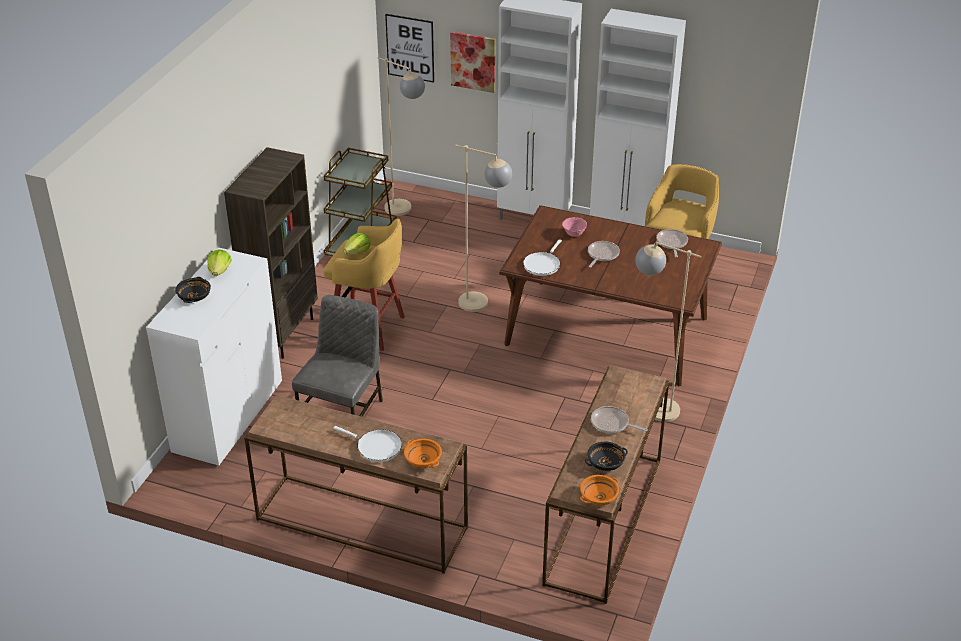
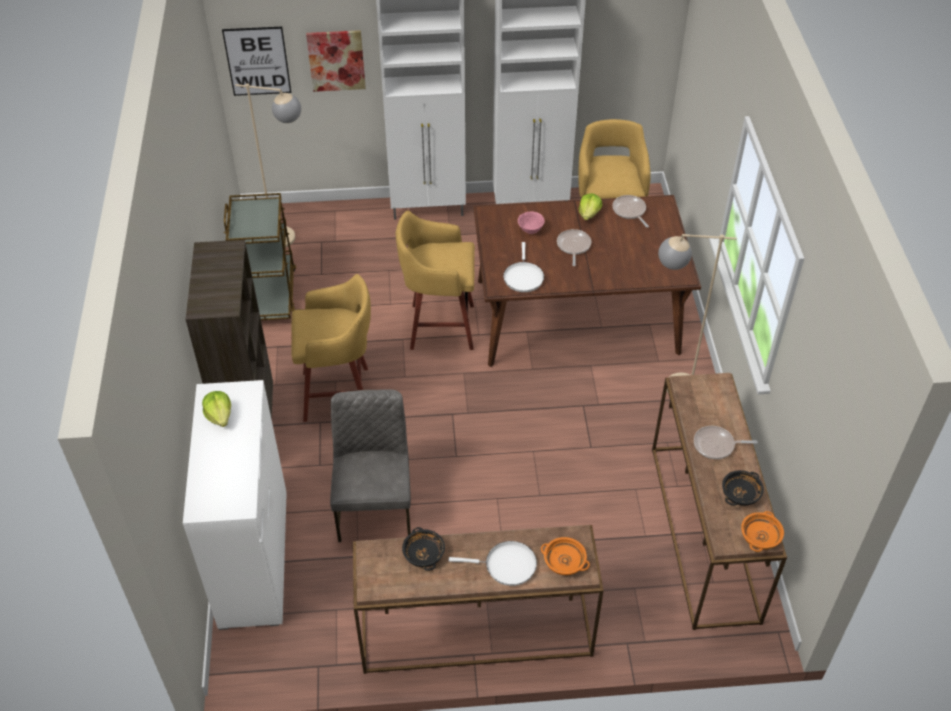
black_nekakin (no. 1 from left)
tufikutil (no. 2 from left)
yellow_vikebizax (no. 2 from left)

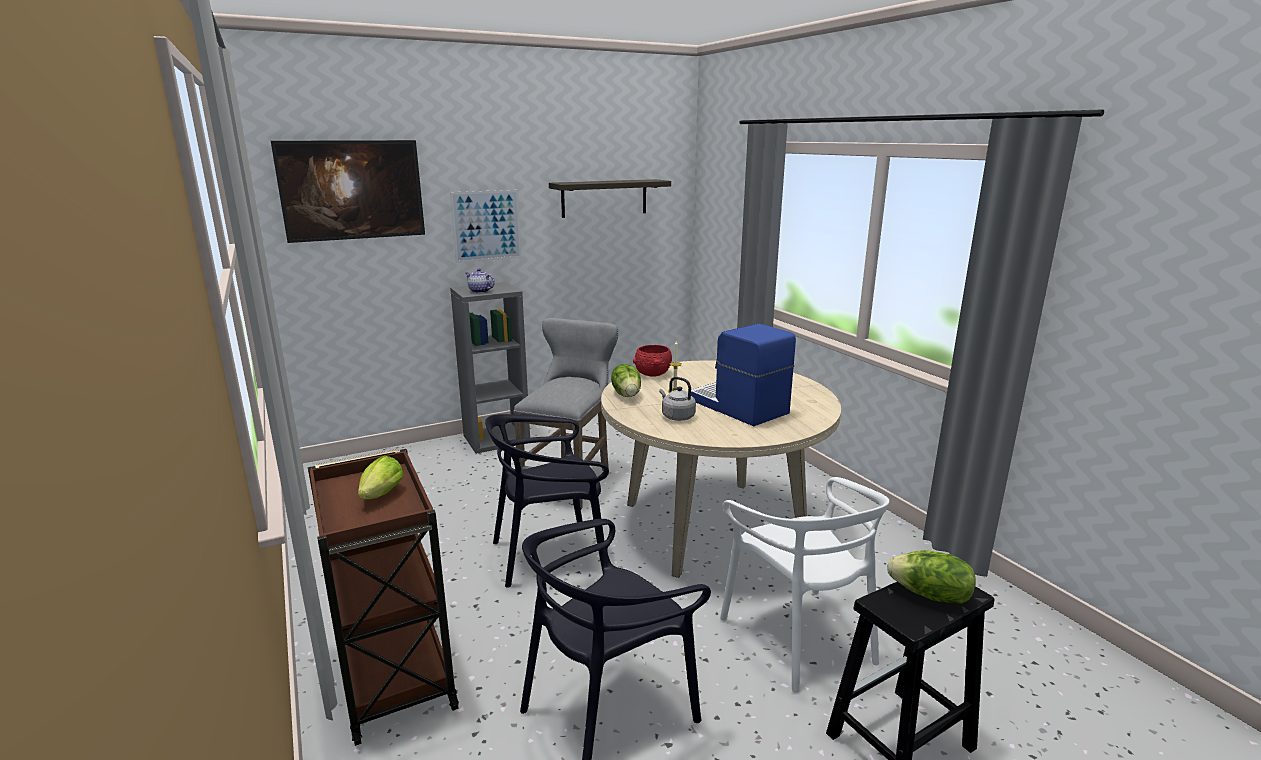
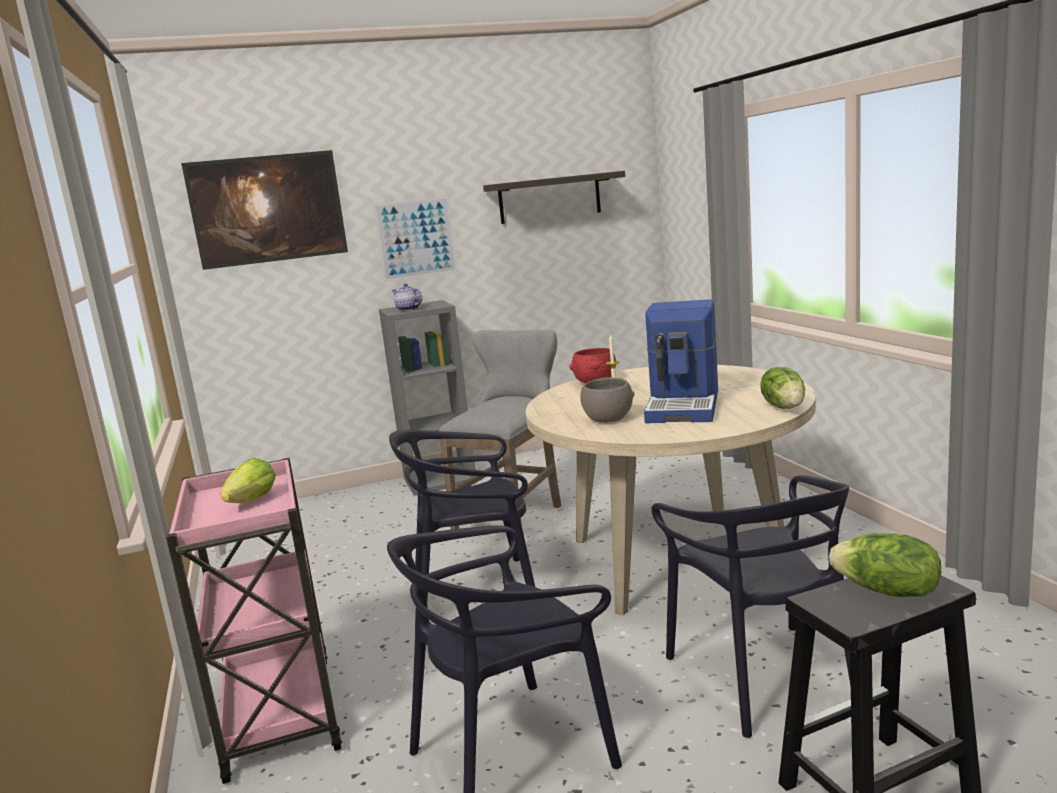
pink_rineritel
tufikutil (no. 2 from left)
grey_nekakin
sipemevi
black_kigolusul (no. 3 from left)

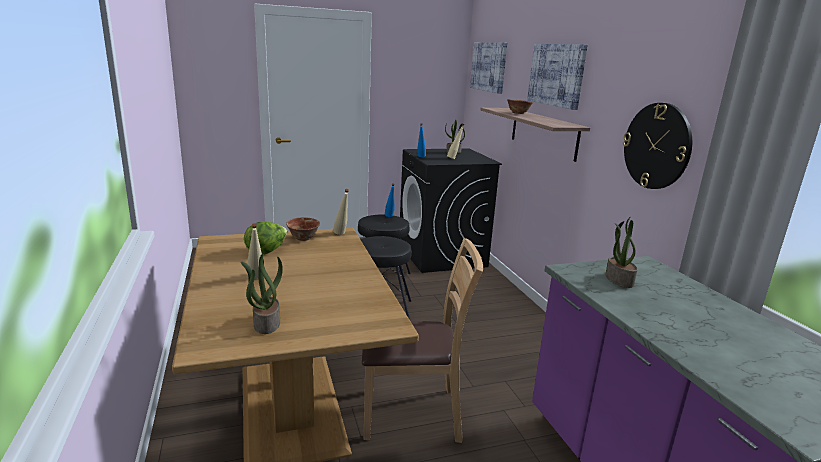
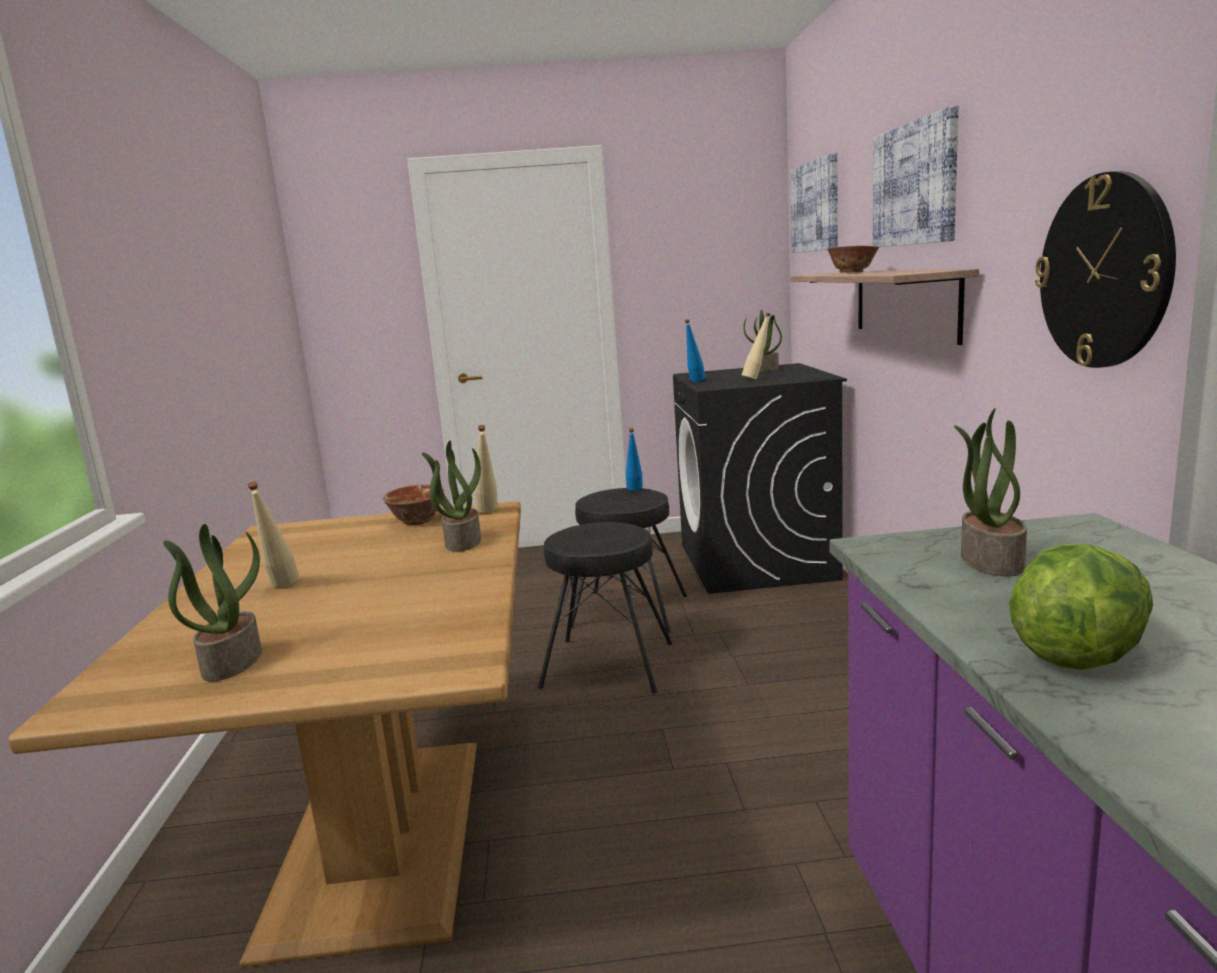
tufikutil
brown_kigolusul
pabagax (no. 2 from left)

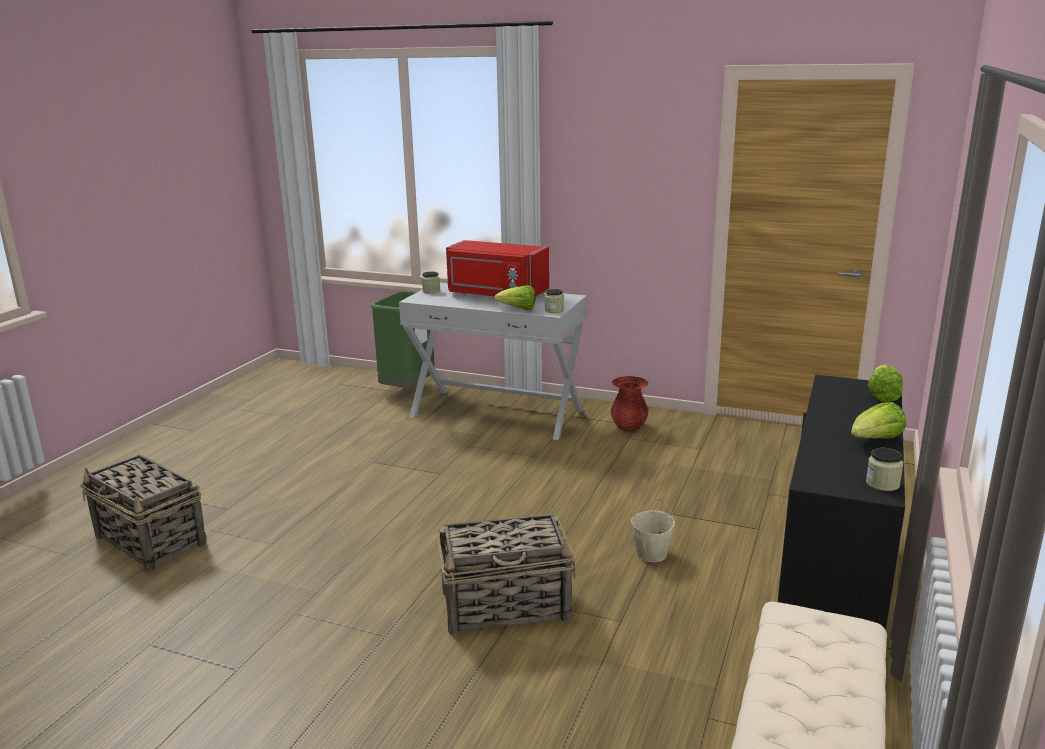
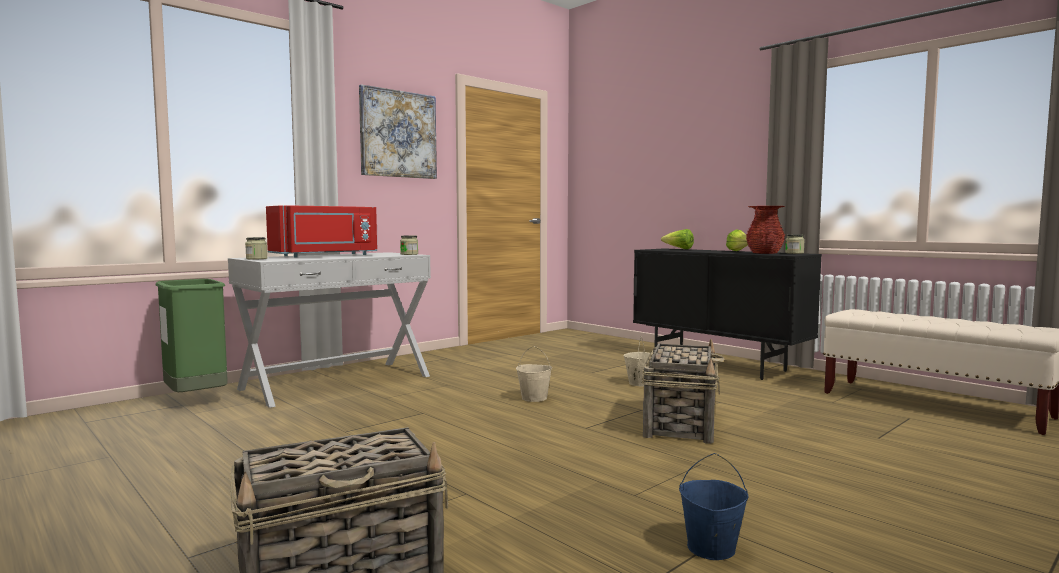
tufikutil (no. 1 from left in the first image)
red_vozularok
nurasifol
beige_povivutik (no. 1 from left)
blue_povivutik

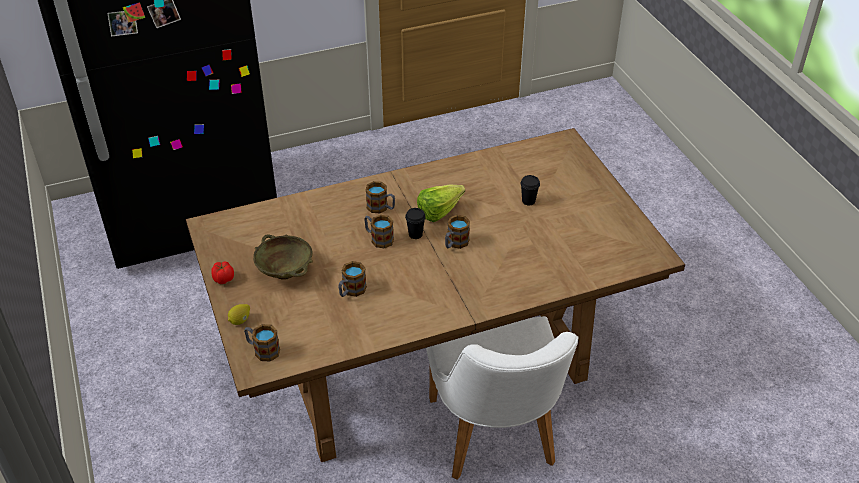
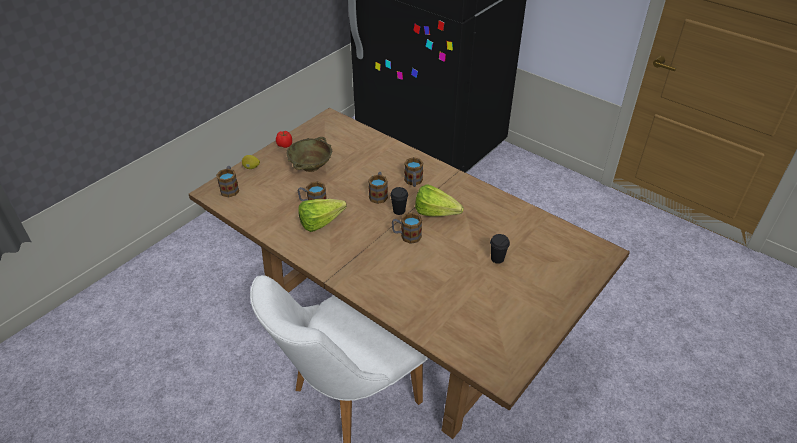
tufikutil (no. 1 from left)

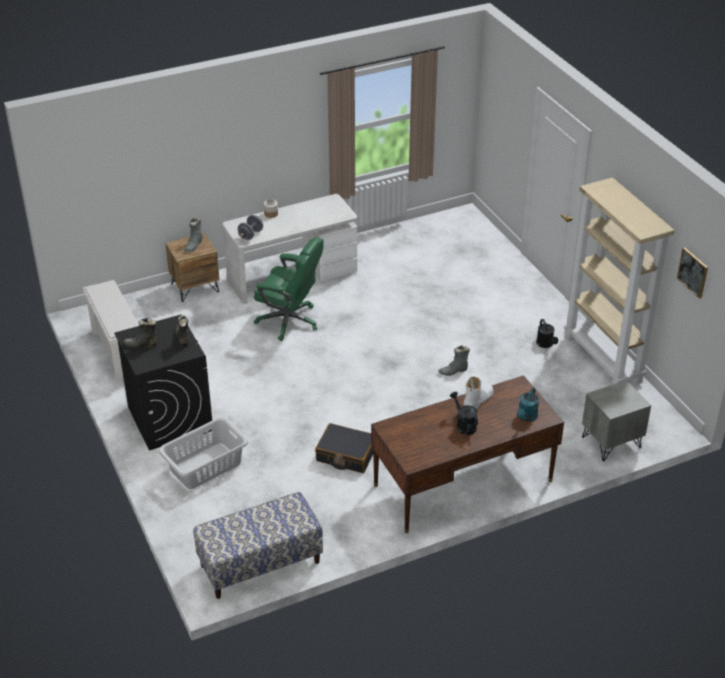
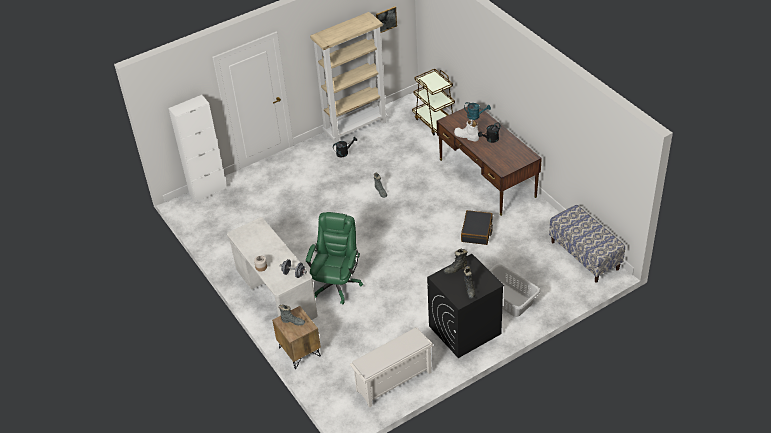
brown_rineritel
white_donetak

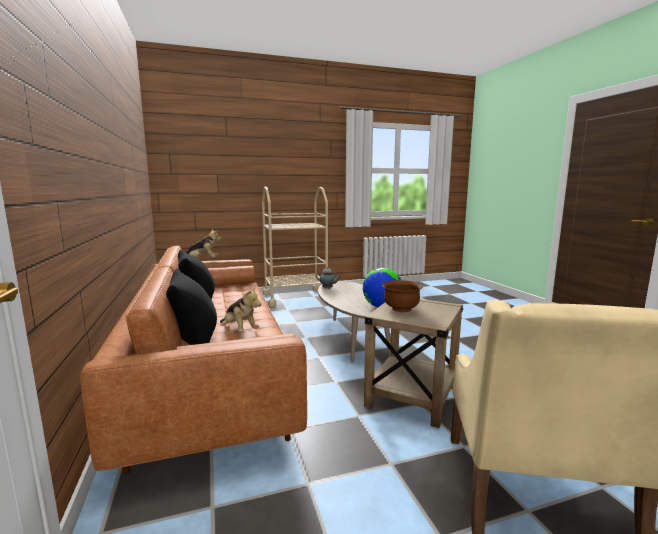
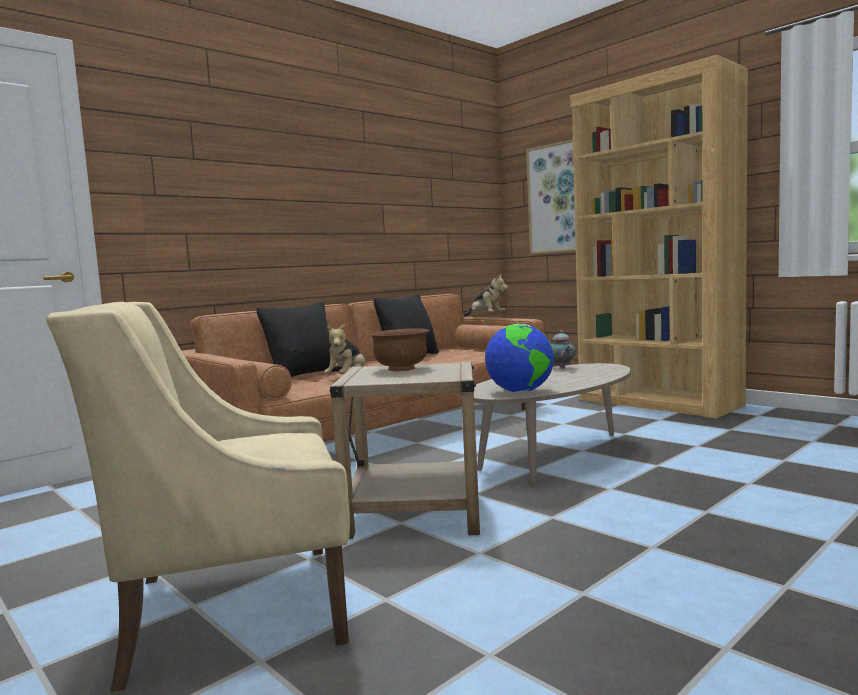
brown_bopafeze
nurasifol

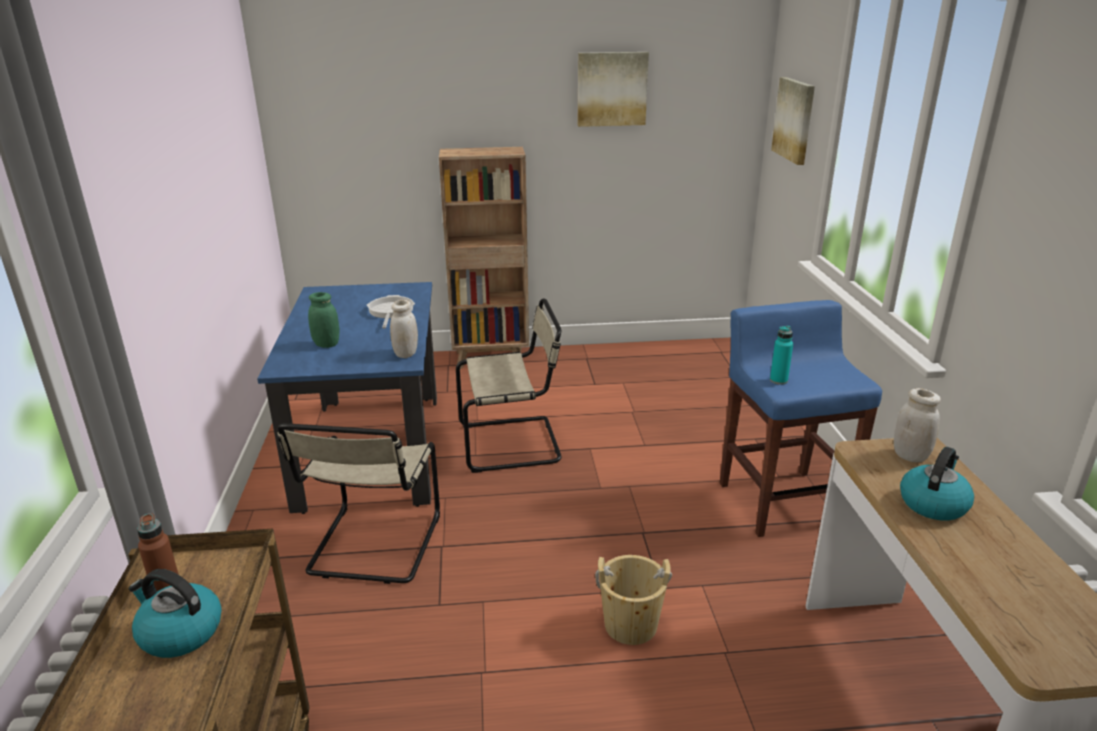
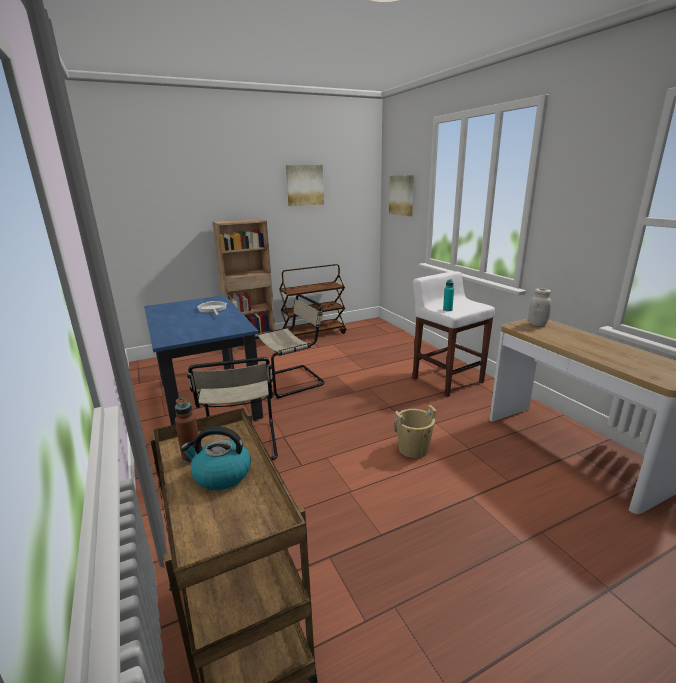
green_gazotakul
white_gazotakul (no. 1 from left in the first image)
white_vikebizax
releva (no. 2 from left in the first image)
brown_rineritel (no. 2 from left)

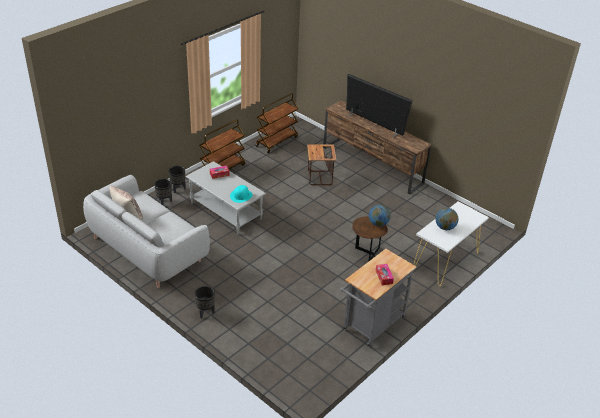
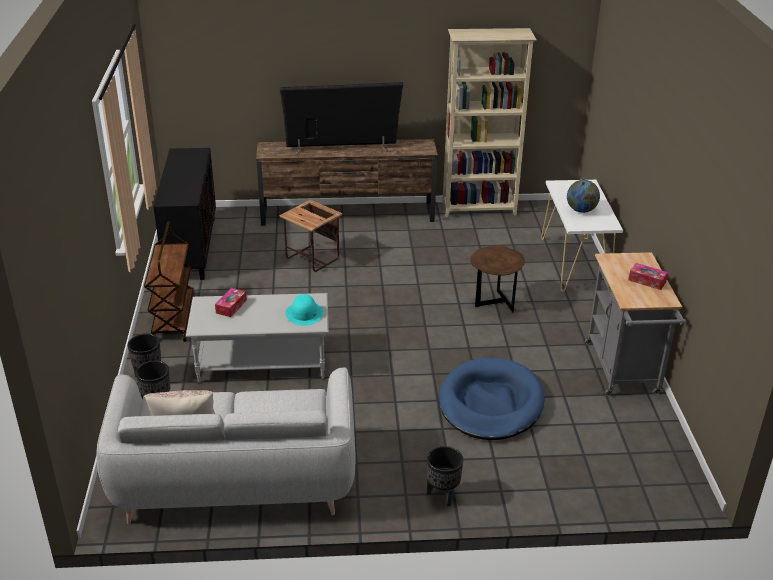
black_donetak
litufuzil (no. 1 from left in the first image)
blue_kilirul
beige_bopafeze

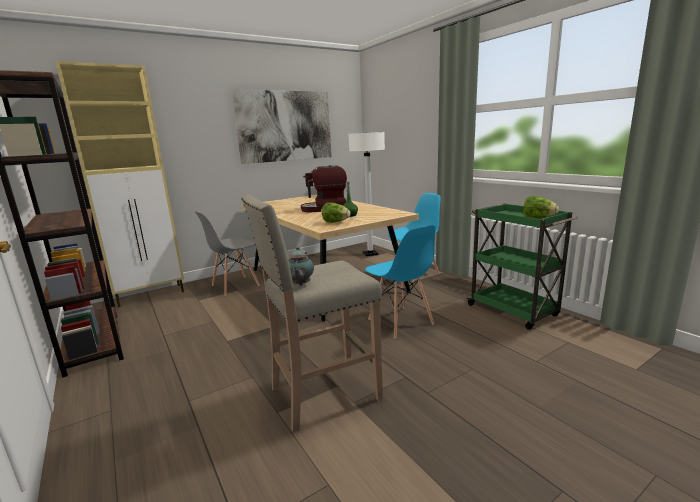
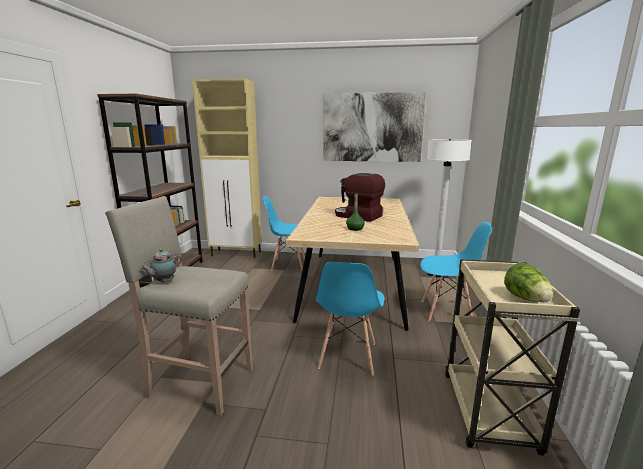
blue_kigolusul (no. 1 from left)
tufikutil (no. 1 from left in the first image)
beige_rineritel

